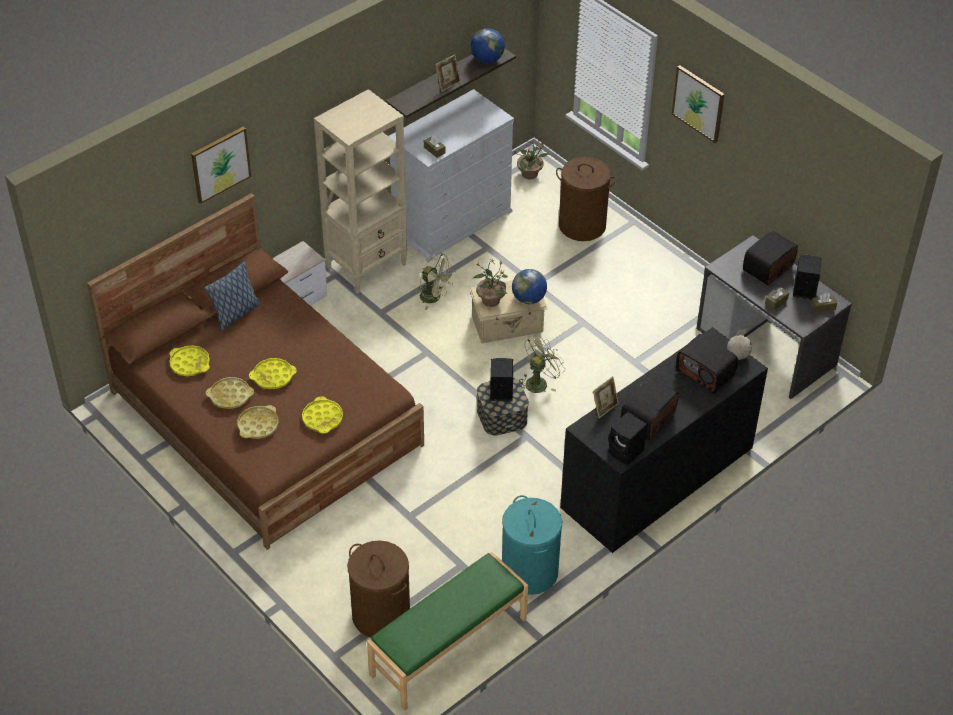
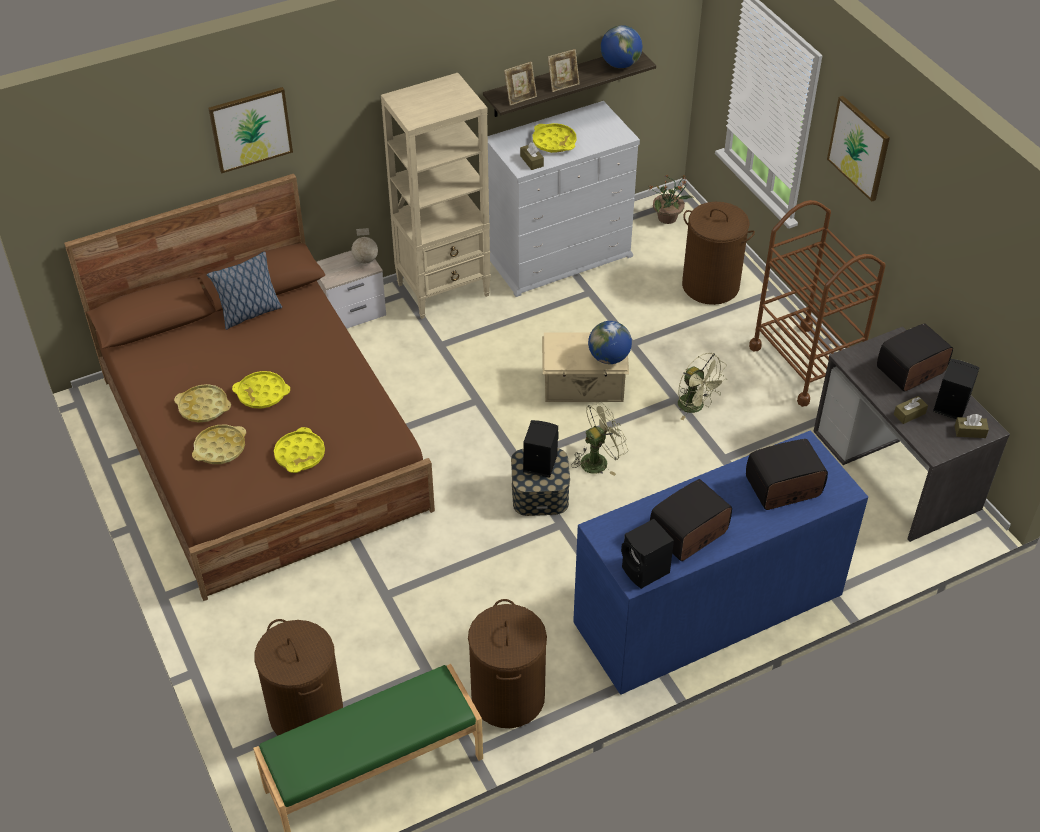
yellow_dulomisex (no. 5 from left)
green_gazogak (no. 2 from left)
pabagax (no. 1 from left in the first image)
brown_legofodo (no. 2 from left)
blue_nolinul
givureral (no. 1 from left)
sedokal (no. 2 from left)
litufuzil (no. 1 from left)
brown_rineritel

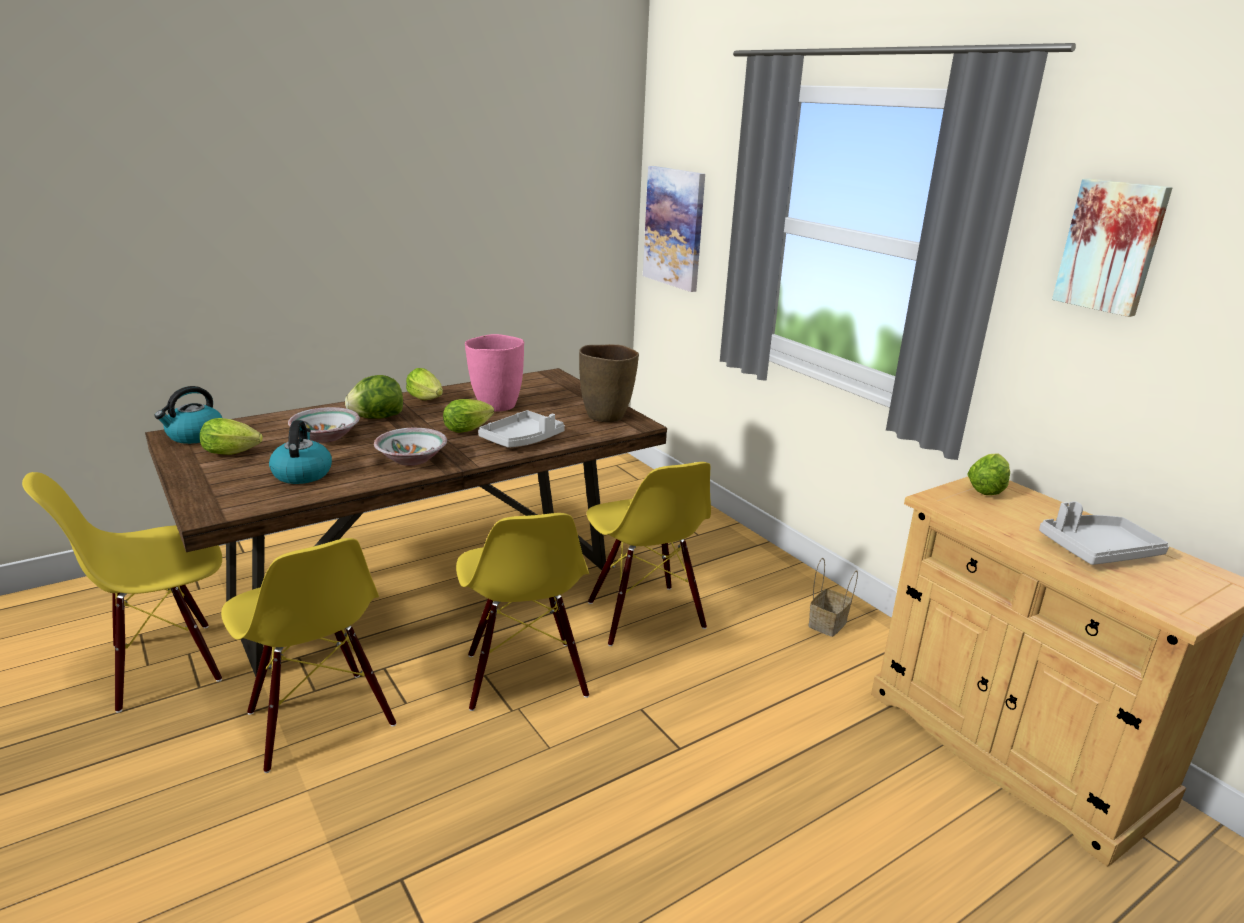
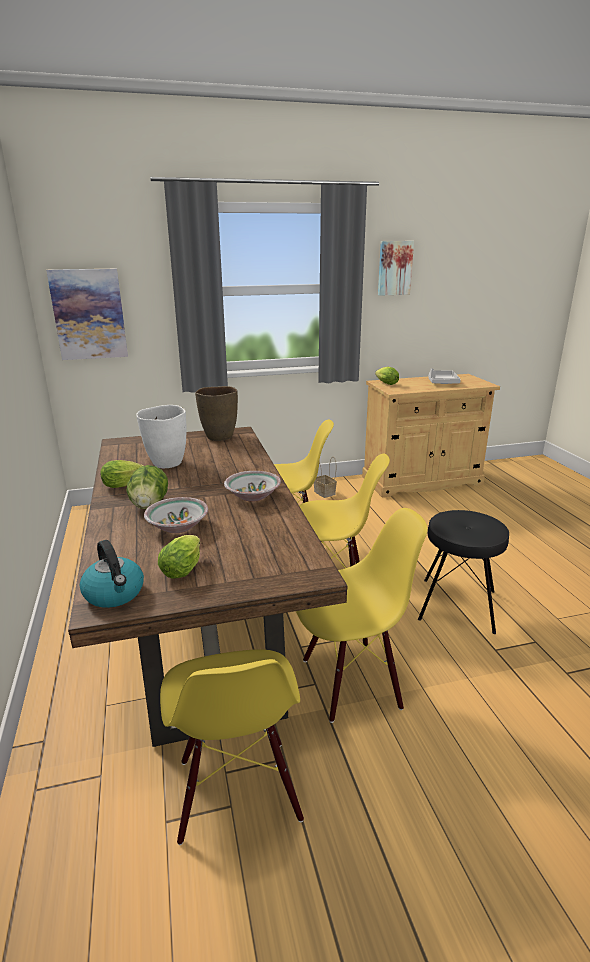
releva (no. 2 from left in the first image)
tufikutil (no. 4 from left in the first image)
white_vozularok
grey_dulomisex (no. 1 from left in the first image)
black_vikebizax

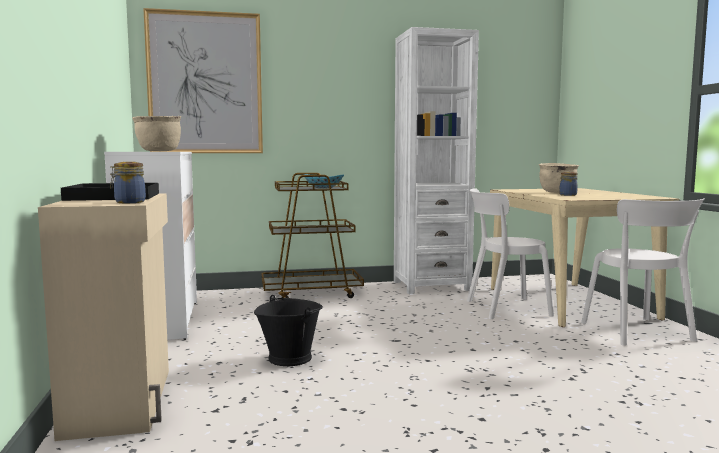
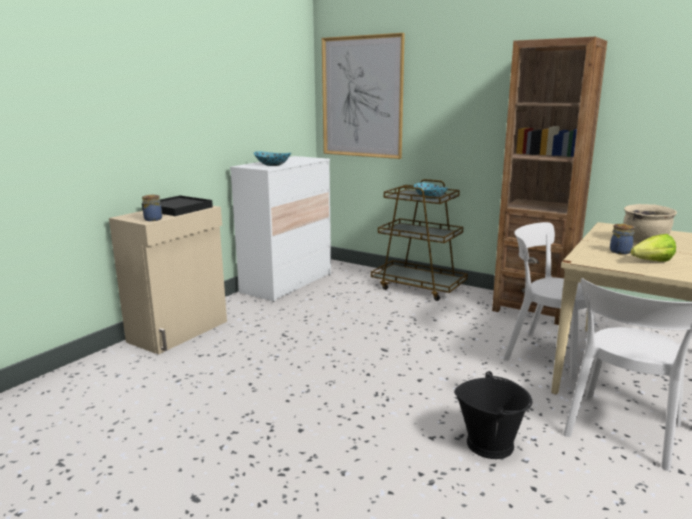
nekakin (no. 1 from left)
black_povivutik
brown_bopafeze
tufikutil

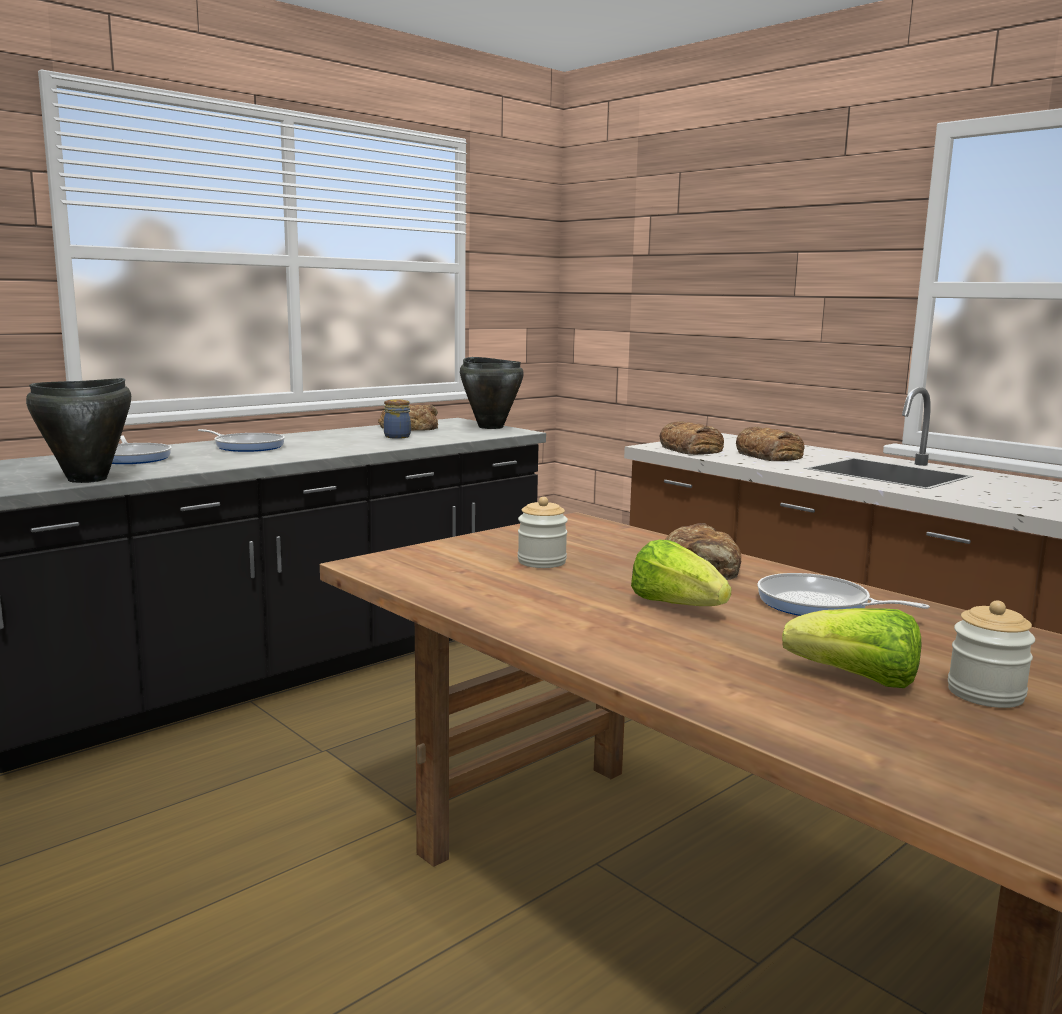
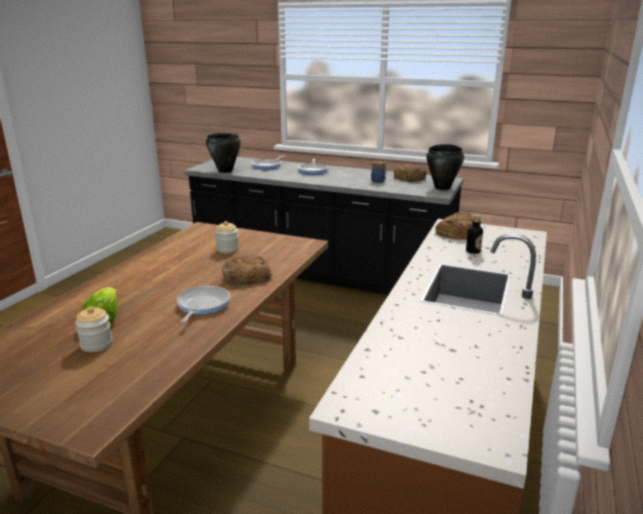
tufikutil (no. 1 from left in the first image)
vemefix

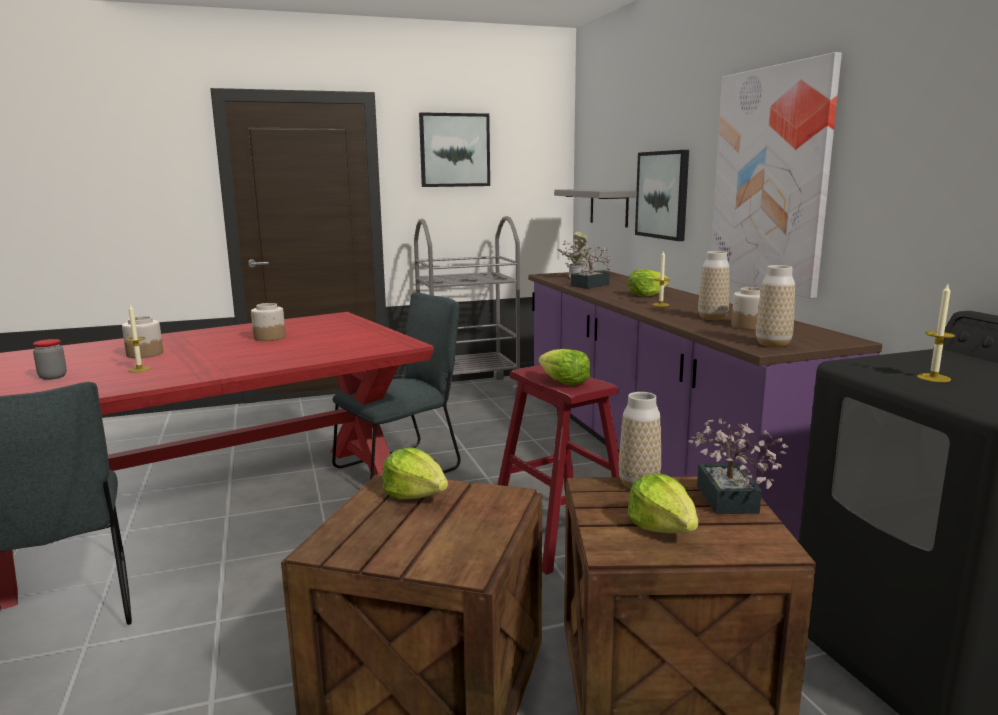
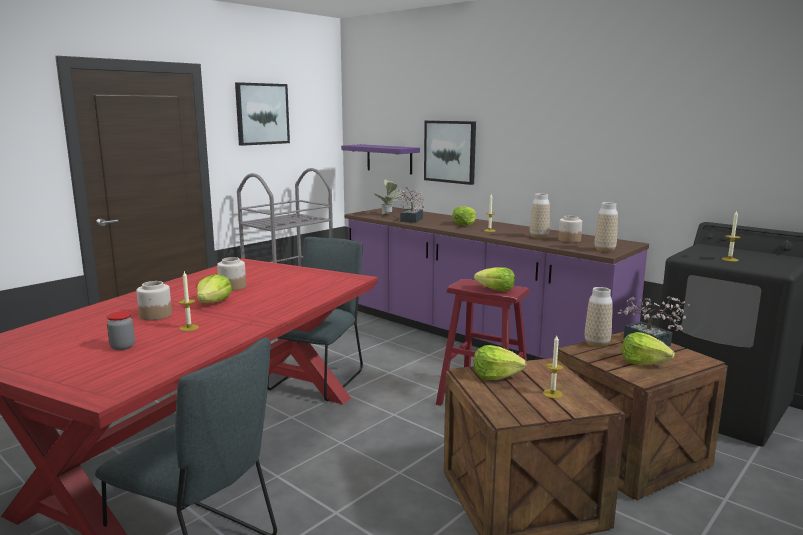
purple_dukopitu
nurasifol (no. 3 from left in the first image)
tufikutil (no. 1 from left)
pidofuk (no. 3 from left)

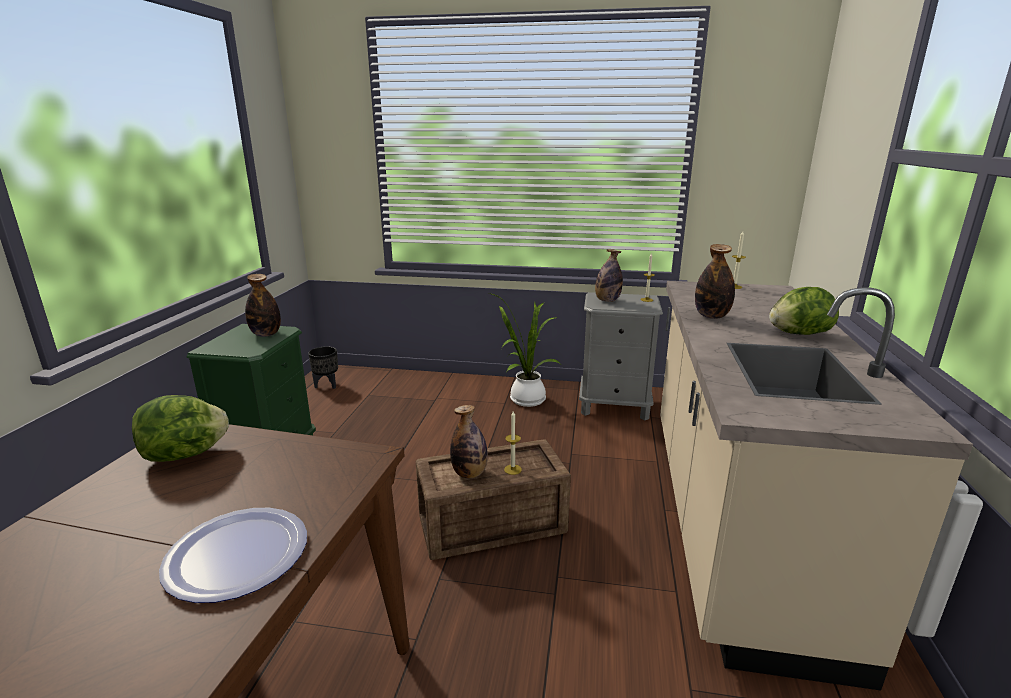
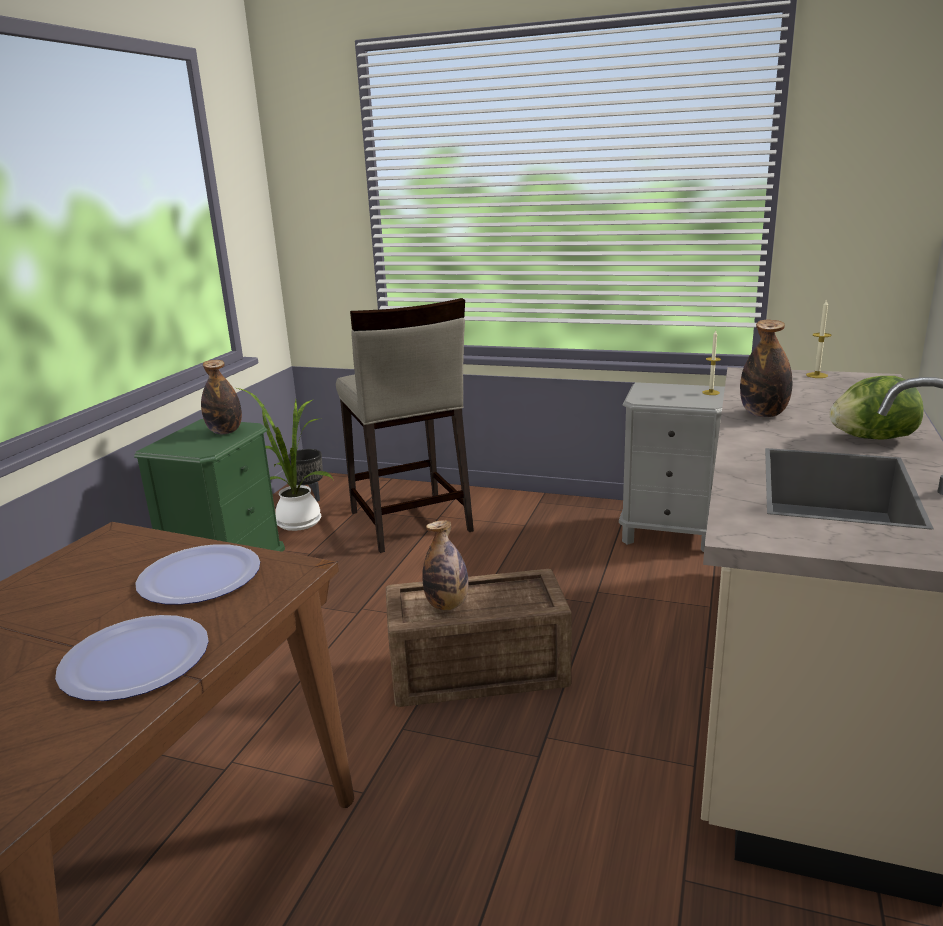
tufikutil (no. 1 from left in the first image)
pabagax
pidofuk (no. 1 from left in the first image)
vemefix (no. 3 from left in the first image)
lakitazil (no. 2 from left)
beige_vikebizax

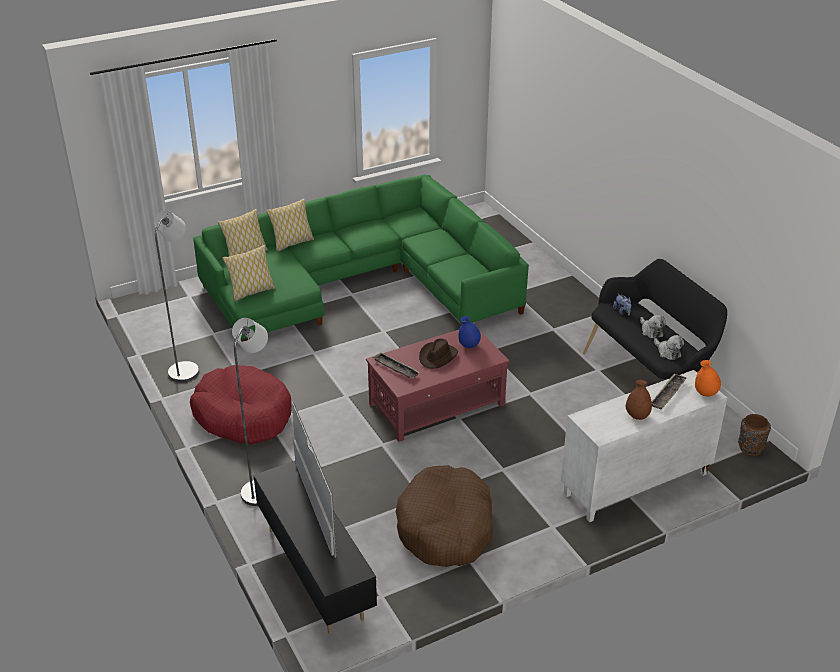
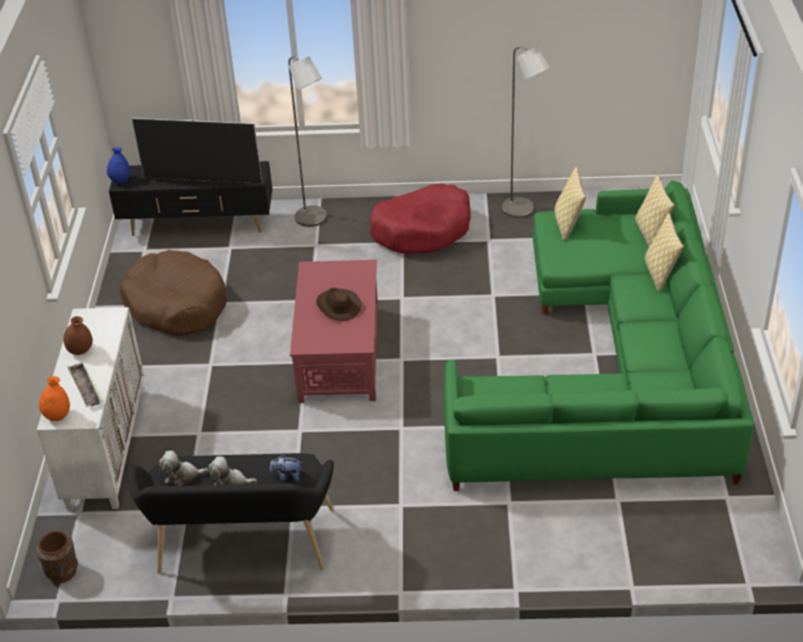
dulomisex (no. 1 from left in the first image)
blue_vozularok

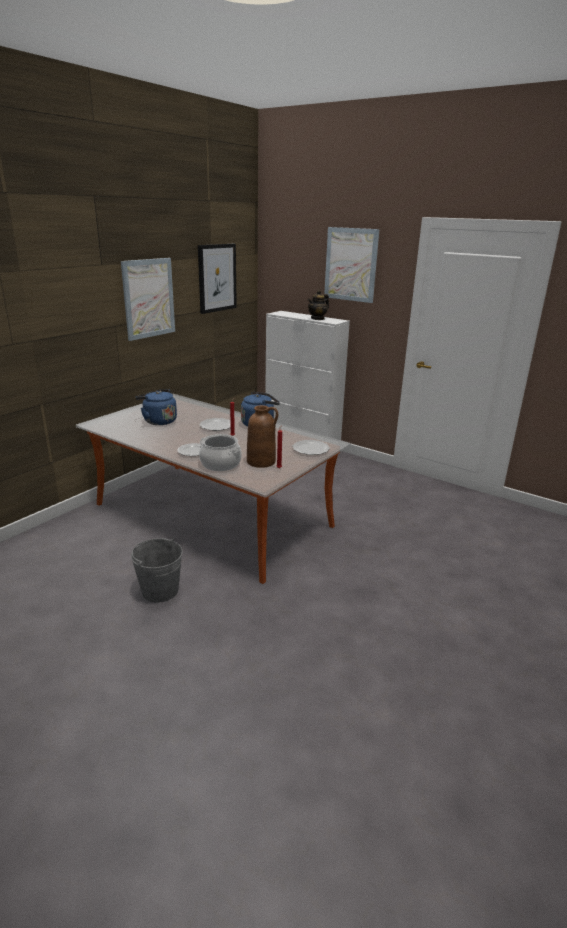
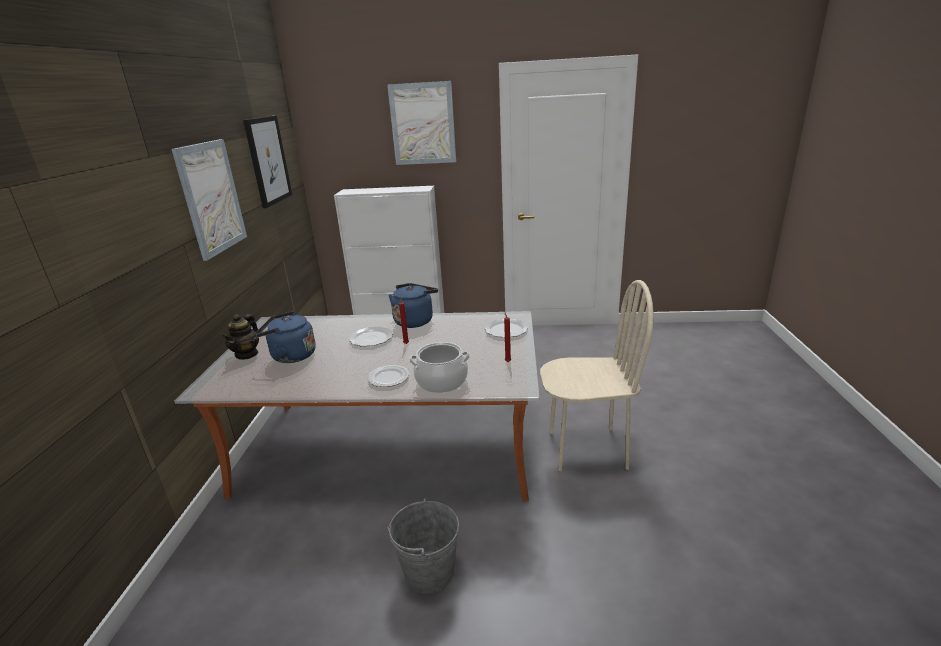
brown_vozularok
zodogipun
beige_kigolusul

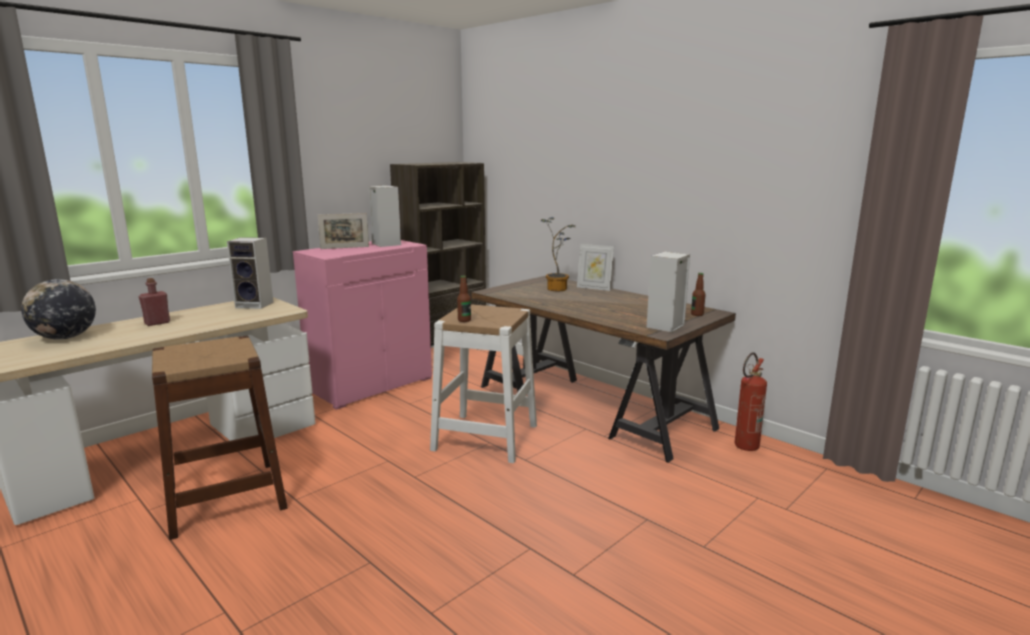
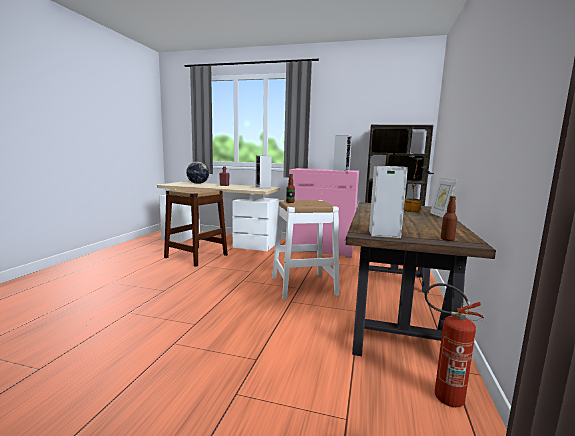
givureral (no. 1 from left in the first image)

